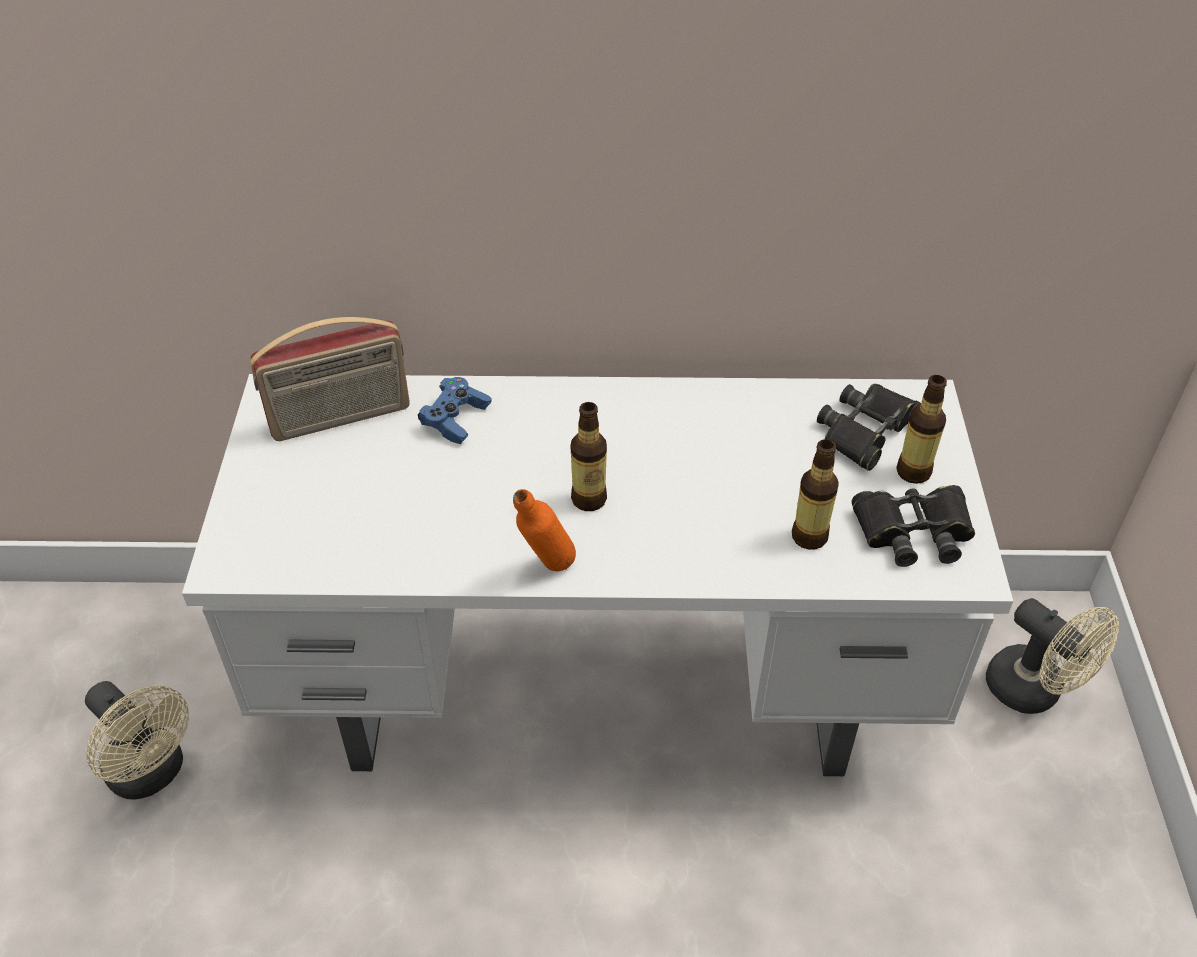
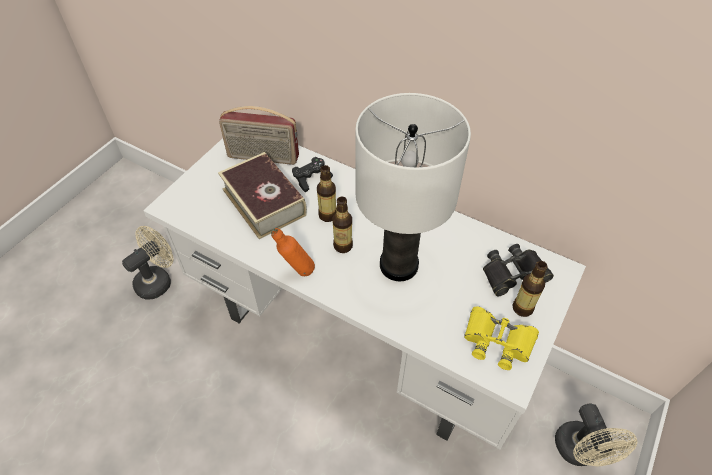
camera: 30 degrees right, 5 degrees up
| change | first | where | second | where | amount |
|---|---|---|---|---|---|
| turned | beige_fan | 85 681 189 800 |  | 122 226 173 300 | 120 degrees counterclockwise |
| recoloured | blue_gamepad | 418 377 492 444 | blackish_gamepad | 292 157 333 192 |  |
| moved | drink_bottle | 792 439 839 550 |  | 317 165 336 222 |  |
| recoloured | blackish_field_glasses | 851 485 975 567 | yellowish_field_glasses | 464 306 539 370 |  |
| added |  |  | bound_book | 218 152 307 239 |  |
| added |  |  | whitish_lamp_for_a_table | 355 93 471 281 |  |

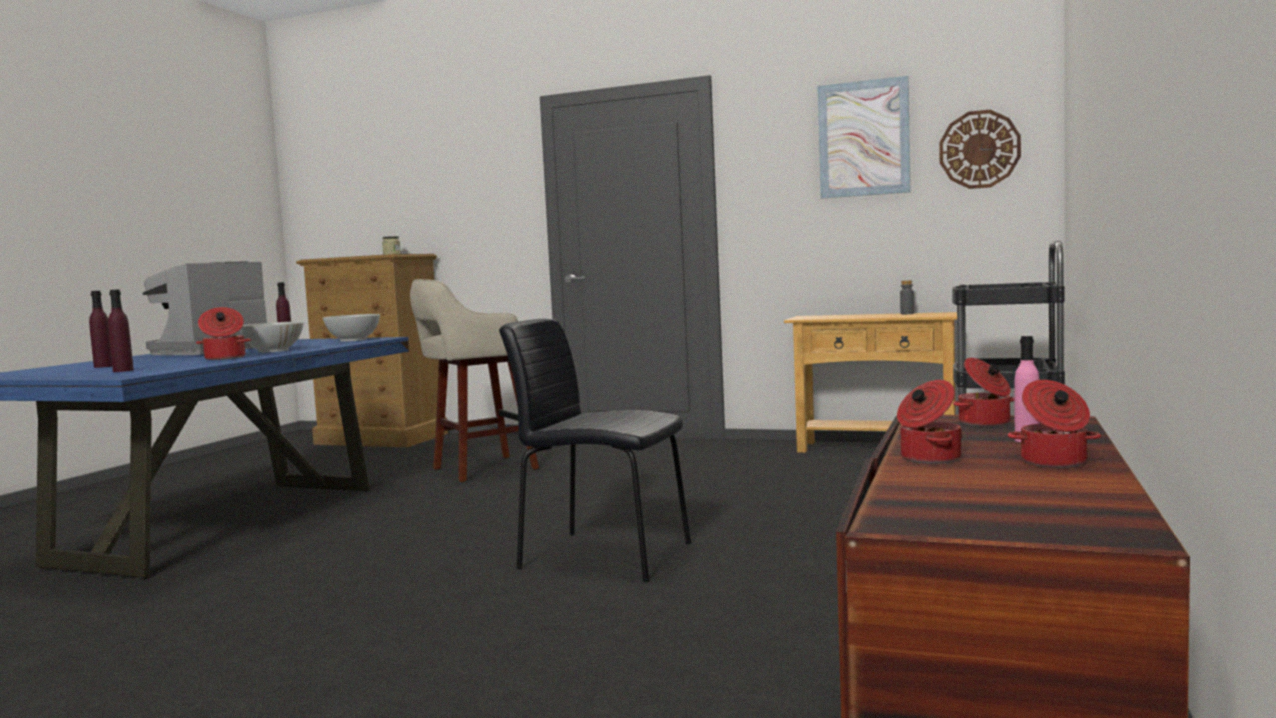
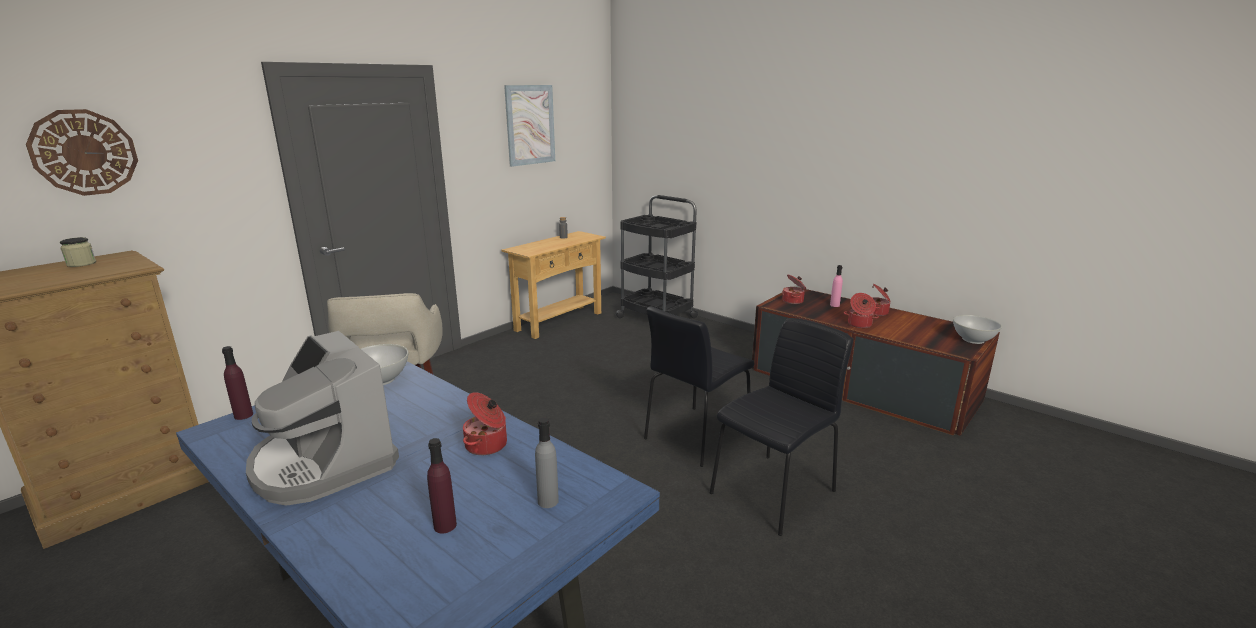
camera: 70 degrees left, 15 degrees up
| change | first | where | second | where | amount |
|---|---|---|---|---|---|
| recoloured | purple_drink_bottle | 108 290 134 372 | greyish_drink_bottle | 535 418 559 508 |  |
| moved | whitish_deep_dish | 239 321 304 353 |  | 953 315 1002 344 |  |
| moved | hanging_clock | 939 110 1021 189 |  | 26 109 138 196 |  |
| added |  |  | blackish_upright_chair | 709 318 853 536 |  |

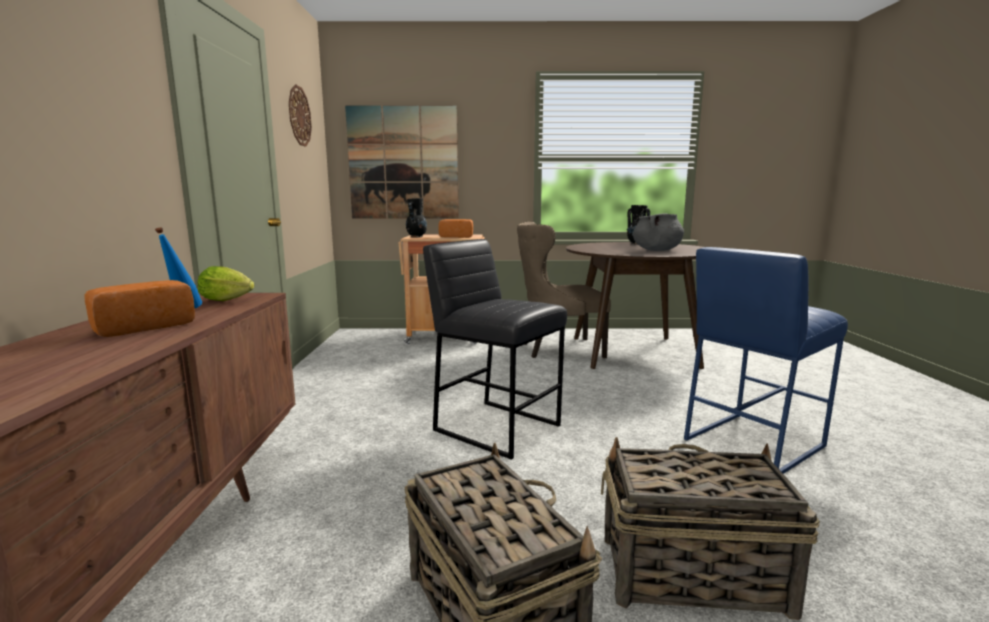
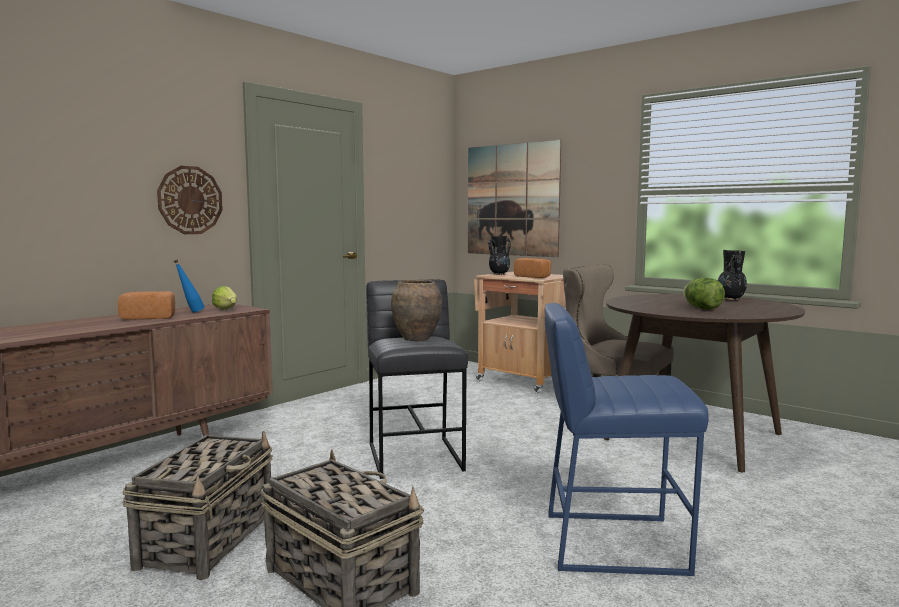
camera: 40 degrees right, 5 degrees down
| change | first | where | second | where | amount |
|---|---|---|---|---|---|
| moved | hanging_clock | 289 84 312 147 |  | 157 166 223 234 |  |
| replaced | greyish_stockpot | 633 213 684 251 | lettuce | 683 277 725 309 |  |
| added |  |  | brown-coloured_vase | 391 280 442 341 |  |

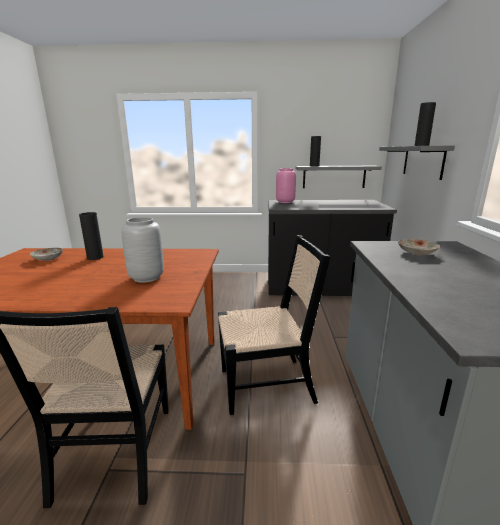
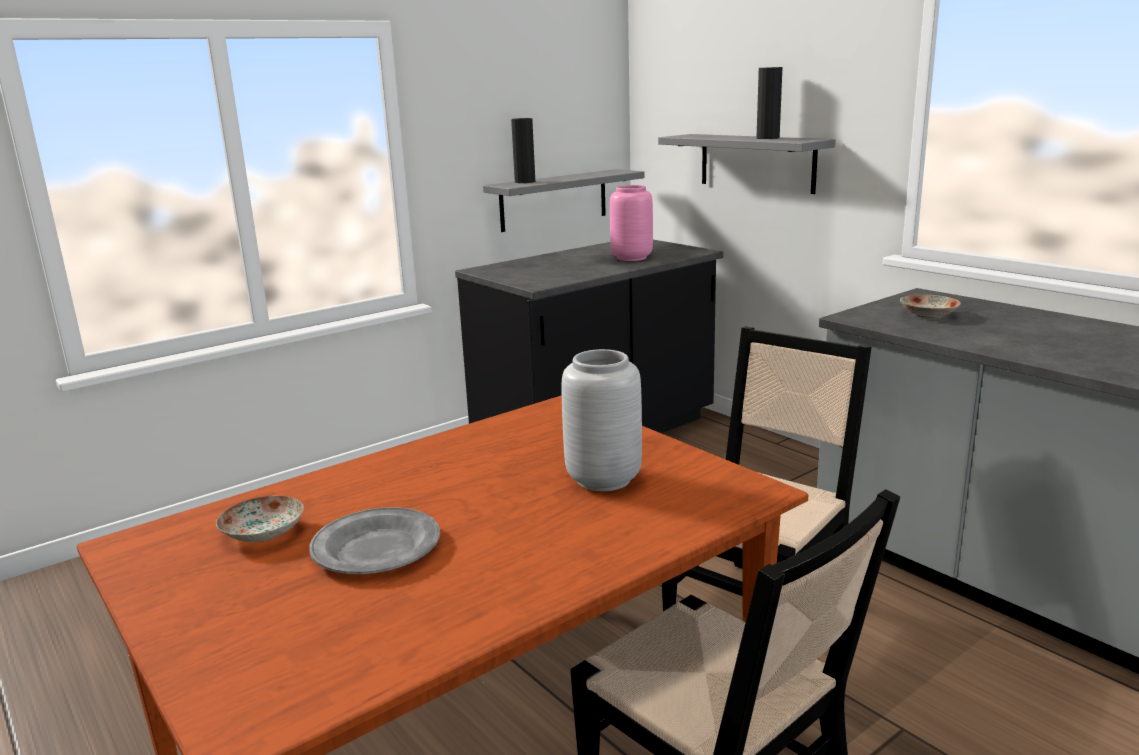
camera: 40 degrees left, 0 degrees up
| change | first | where | second | where | amount |
|---|---|---|---|---|---|
| removed | blackish_vase | 79 212 104 260 |  |  |  |
| moved | pinkish_vase | 276 168 296 203 |  | 610 185 653 261 |  |
| added |  |  | greyish_dinner_plate | 309 507 440 574 |  |

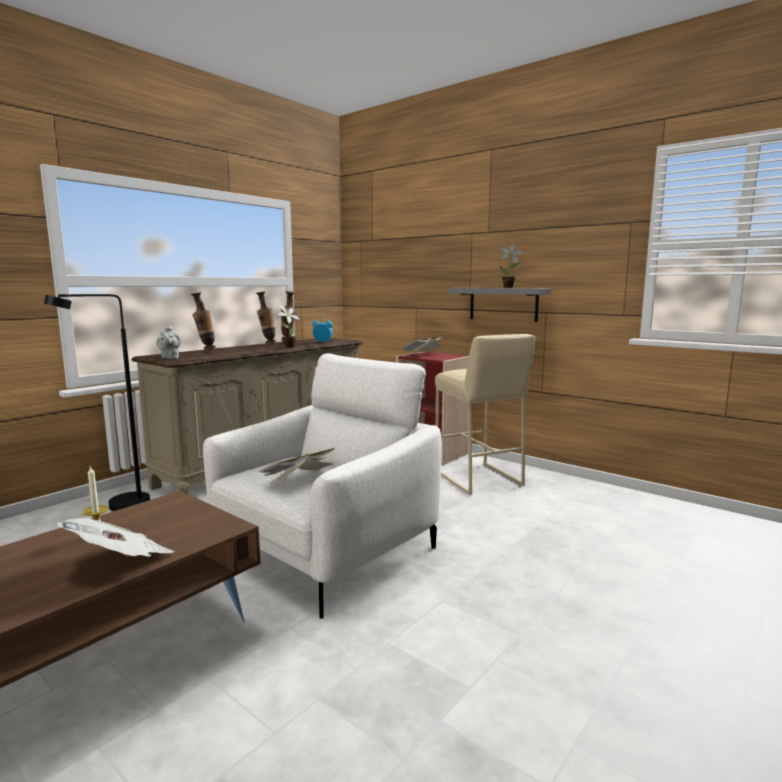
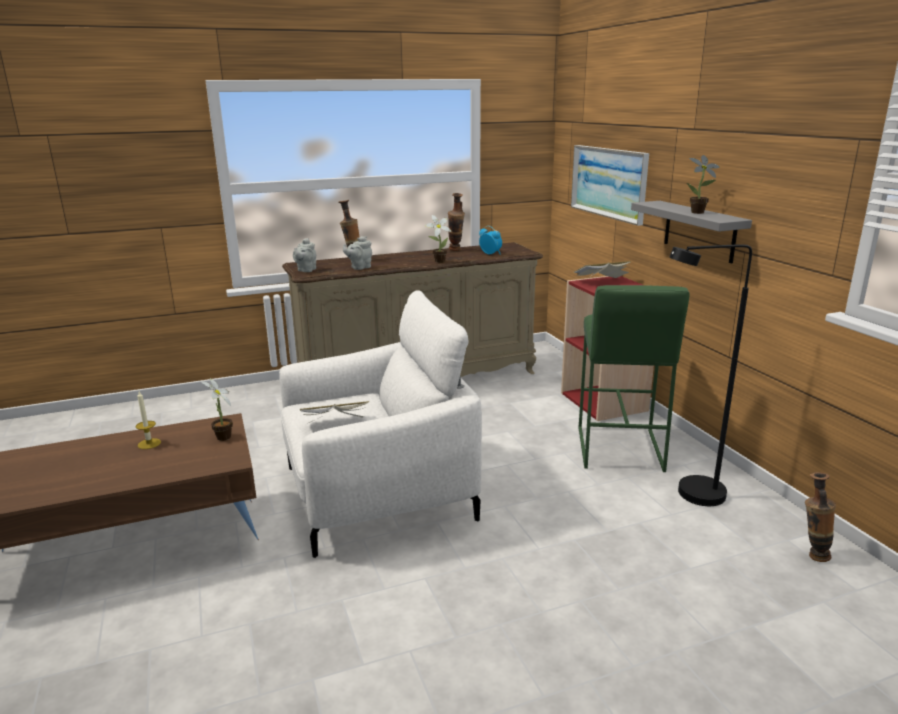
camera: 30 degrees right, 10 degrees up
| change | first | where | second | where | amount |
|---|---|---|---|---|---|
| moved | blackish_floor_lamp | 44 294 150 511 |  | 670 244 752 506 |  |
| removed | printed_paper | 55 518 174 557 |  |  |  |
| moved | vase | 256 292 277 345 |  | 805 472 836 562 |  |
| recoloured | beige_stool | 435 334 535 495 | green-coloured_stool | 579 285 690 472 |  |
| added |  |  | plant_in_a_pot | 201 378 233 441 |  |
| added |  |  | greyish_tea_pot | 343 236 372 270 |  |
| added |  |  | wall_art | 571 145 649 226 |  |

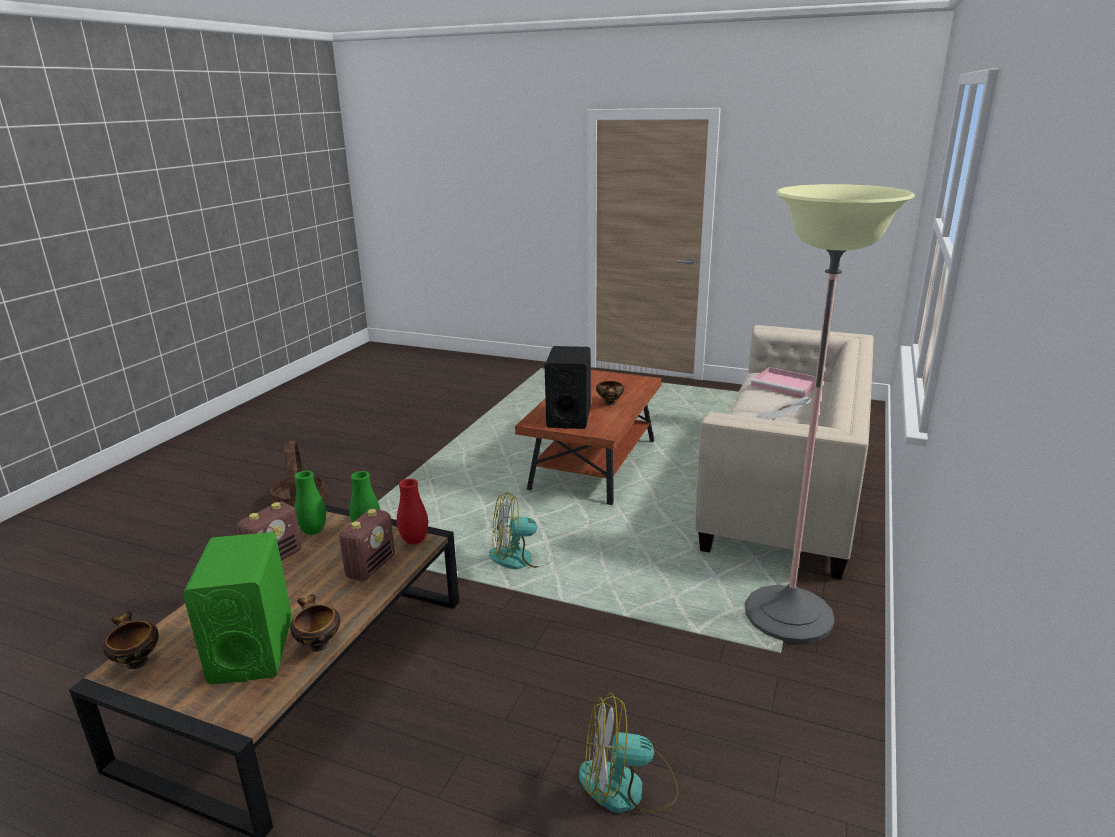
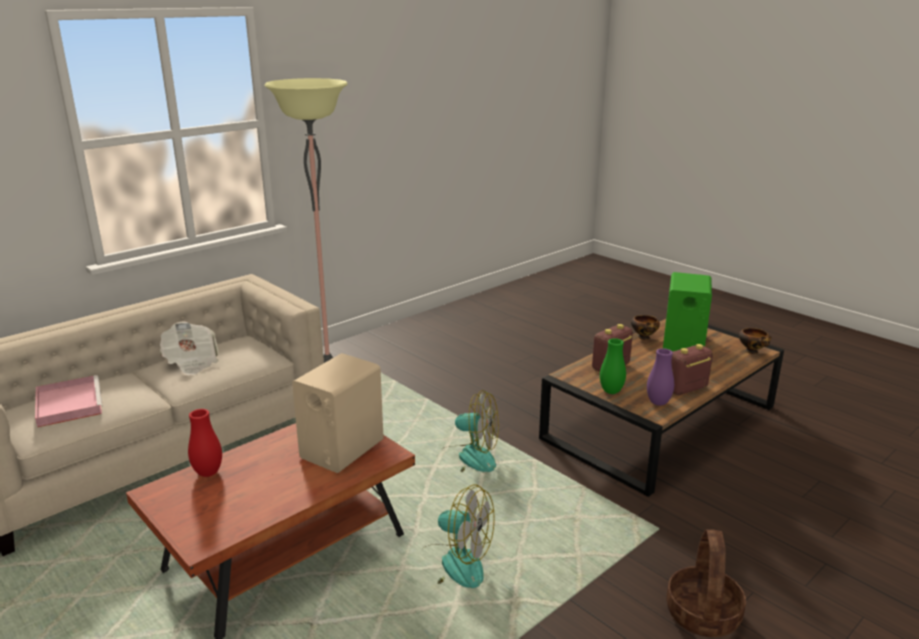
camera: 155 degrees left, 0 degrees up
| change | first | where | second | where | amount |
|---|---|---|---|---|---|
| recoloured | green-coloured_vase | 294 471 326 535 | purple_vase | 647 348 674 406 |  |
| moved | red-coloured_vase | 397 479 428 545 |  | 188 409 222 477 |  |
| recoloured | blackish_speaker | 545 346 591 429 | beige_speaker | 292 353 384 473 |  |
| moved | fan | 579 693 678 813 |  | 425 485 495 588 |  |
| removed | deep_dish | 596 381 624 405 |  |  |  |

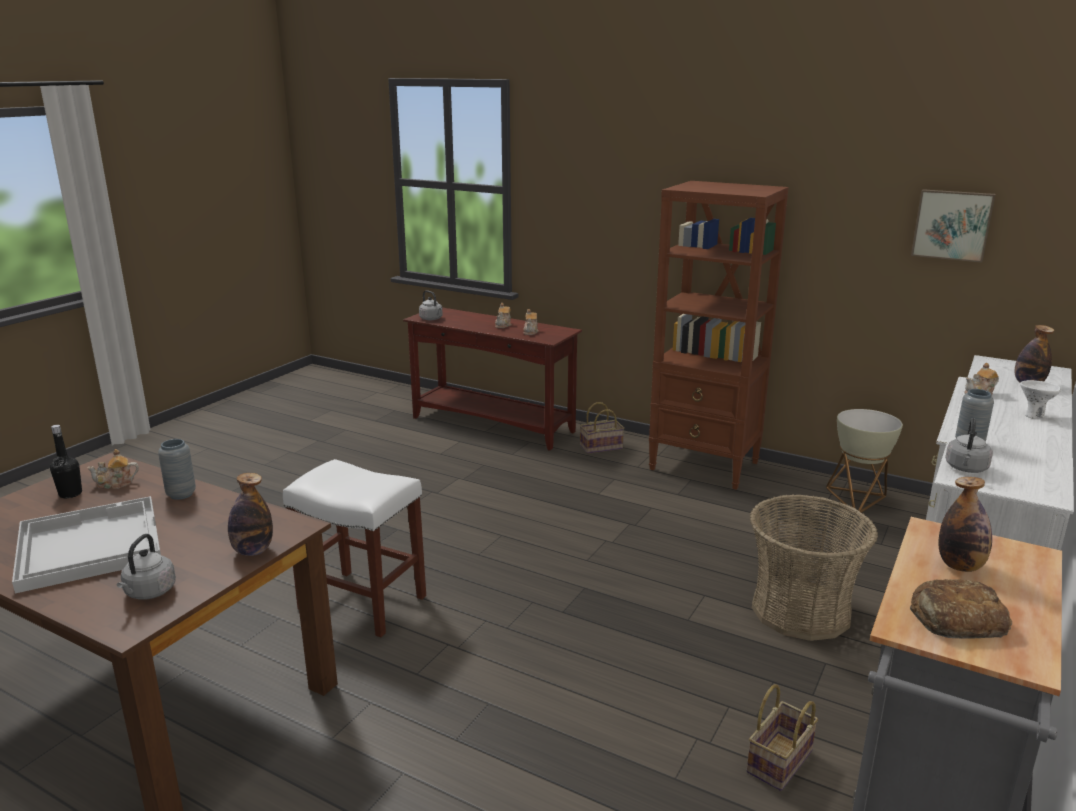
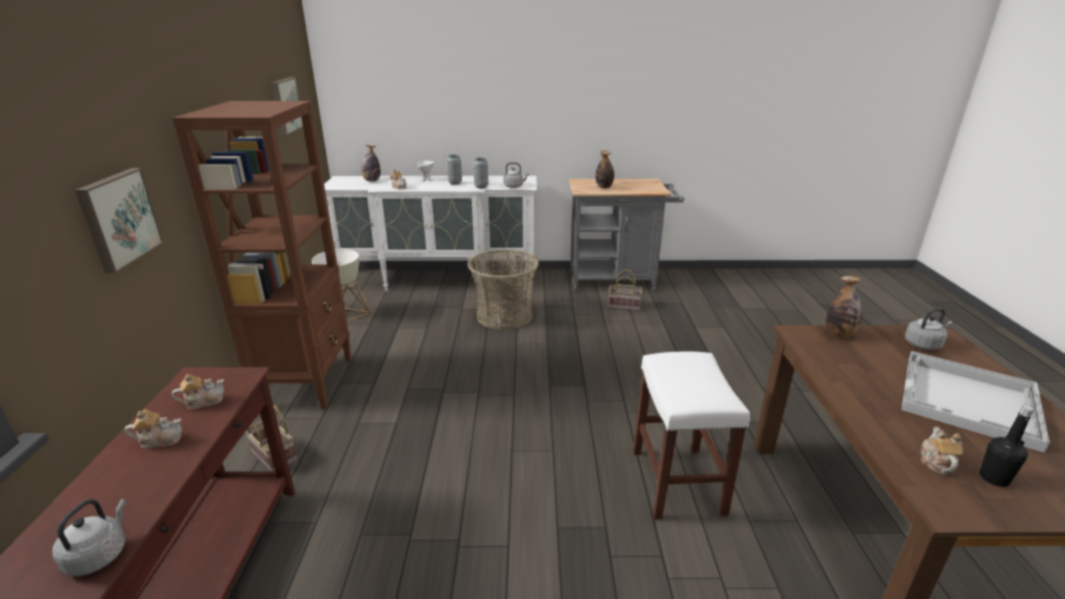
camera: 120 degrees left, 5 degrees up
| change | first | where | second | where | amount |
|---|---|---|---|---|---|
| turned | tea_pot | 87 449 139 489 |  | 921 427 964 475 | 120 degrees counterclockwise |
| moved | greyish_vase | 158 439 196 500 |  | 447 155 462 185 |  |
| removed | bakery_bread | 910 579 1012 639 |  |  |  |
| added |  |  | wall_art | 75 168 165 273 |  |

